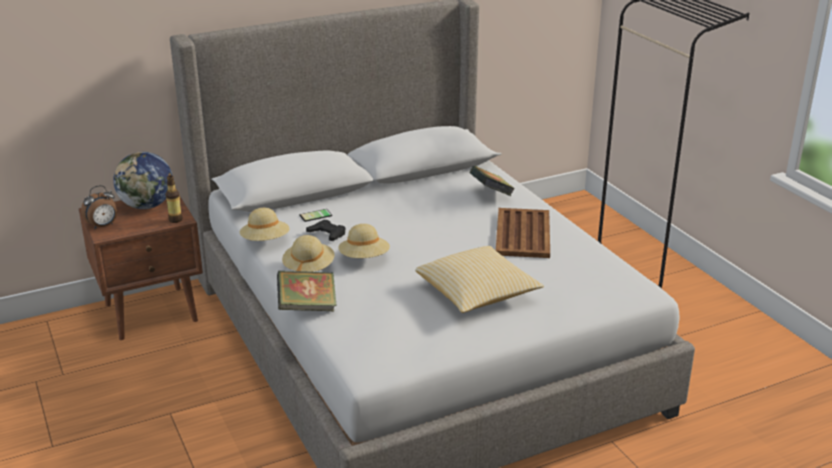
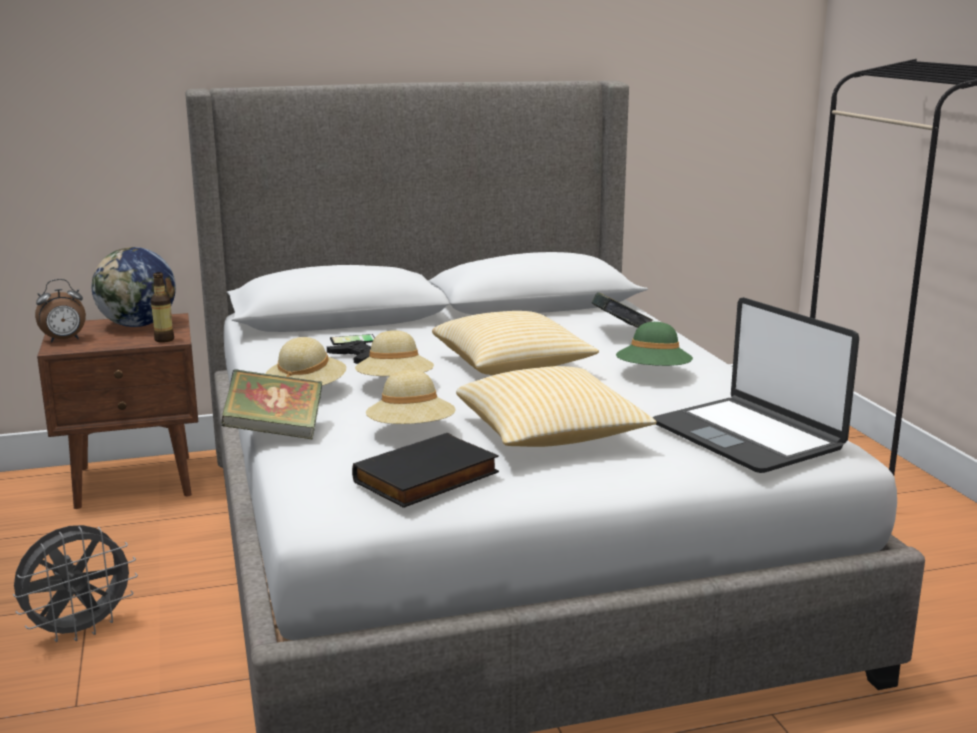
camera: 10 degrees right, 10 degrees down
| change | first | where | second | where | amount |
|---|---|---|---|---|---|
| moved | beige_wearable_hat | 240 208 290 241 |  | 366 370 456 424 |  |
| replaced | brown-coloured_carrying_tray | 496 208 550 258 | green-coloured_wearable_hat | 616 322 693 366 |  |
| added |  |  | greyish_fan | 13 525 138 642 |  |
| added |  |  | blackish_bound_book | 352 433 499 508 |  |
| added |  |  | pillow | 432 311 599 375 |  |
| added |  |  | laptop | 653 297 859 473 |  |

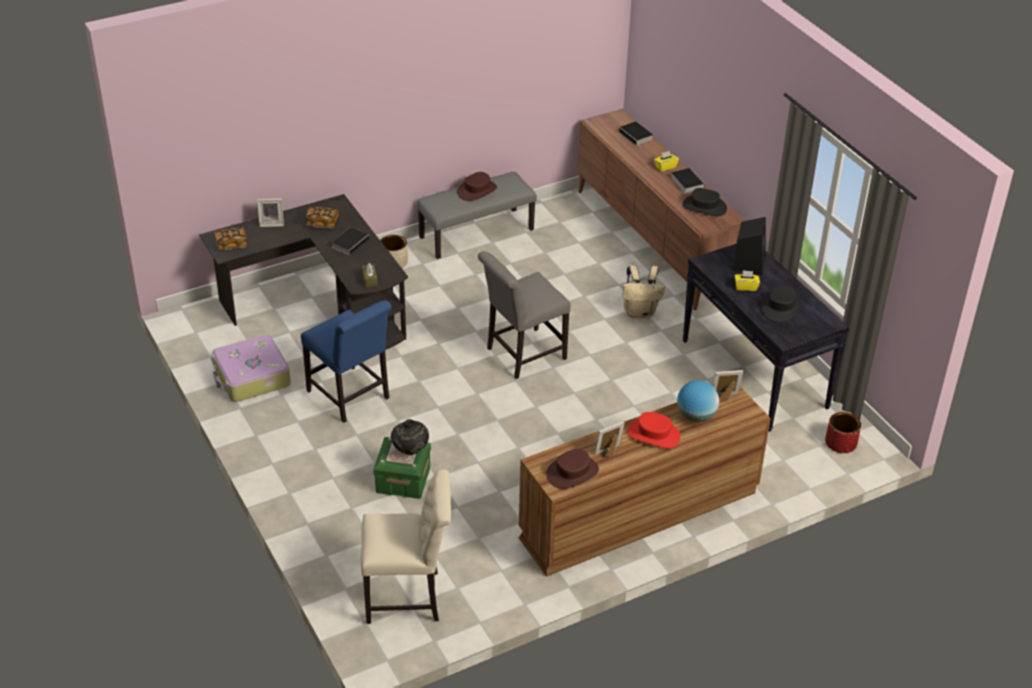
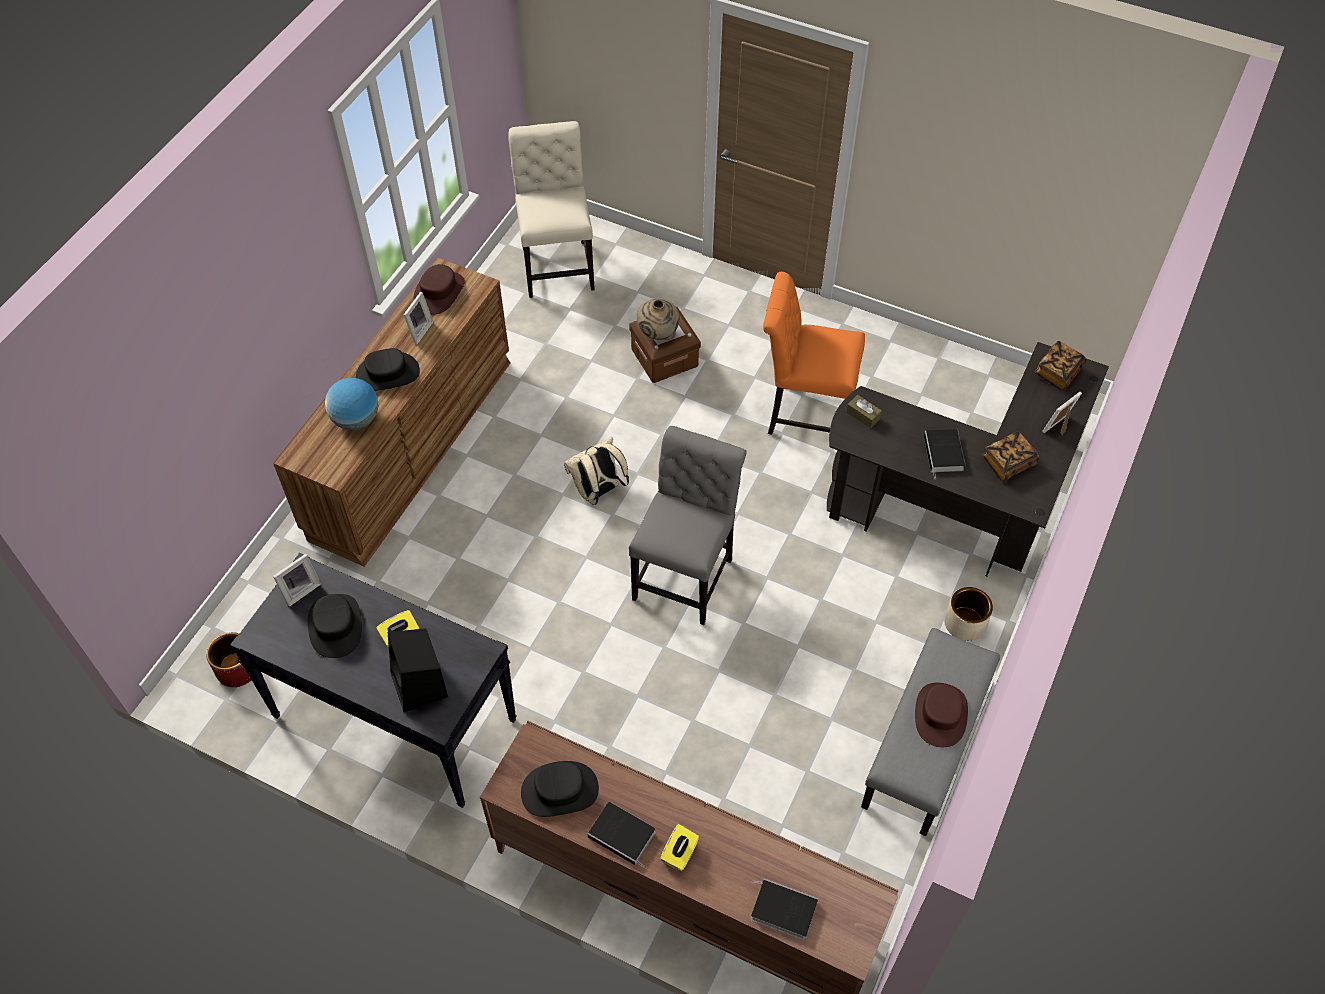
camera: 145 degrees right, 15 degrees up
| change | first | where | second | where | amount |
|---|---|---|---|---|---|
| removed | travel_case | 211 335 291 402 |  |  |  |
| recoloured | blue_upright_chair | 301 300 392 423 | orange_upright_chair | 763 272 865 435 |  |
| turned | beige_upright_chair | 361 469 451 624 |  | 508 121 595 298 | 120 degrees clockwise |
| recoloured | green-coloured_storage_container | 373 437 431 499 | brown-coloured_storage_container | 629 306 701 383 |  |
| recoloured | blackish_vase | 391 419 429 455 | beige_vase | 637 299 680 340 |  |
| moved | beige_rucksack | 622 265 665 318 |  | 564 437 629 505 |  |
| recoloured | red-coloured_wearable_hat | 627 412 680 448 | blackish_wearable_hat | 356 348 420 391 |  |
| moved | picture_frame | 713 370 743 402 |  | 273 554 321 607 |  |

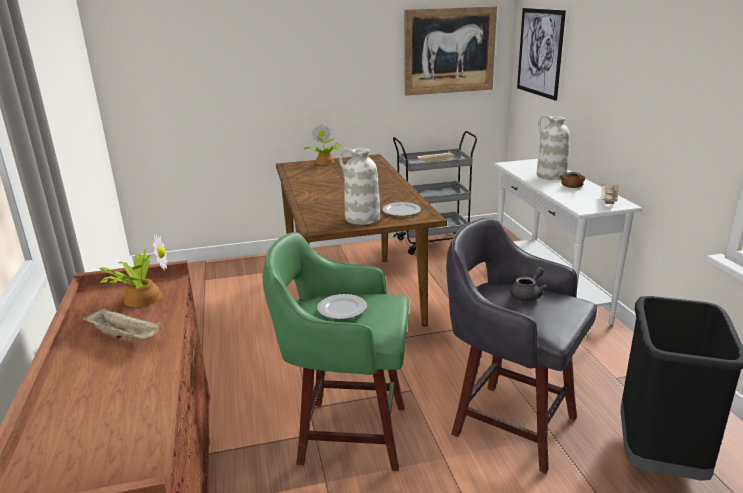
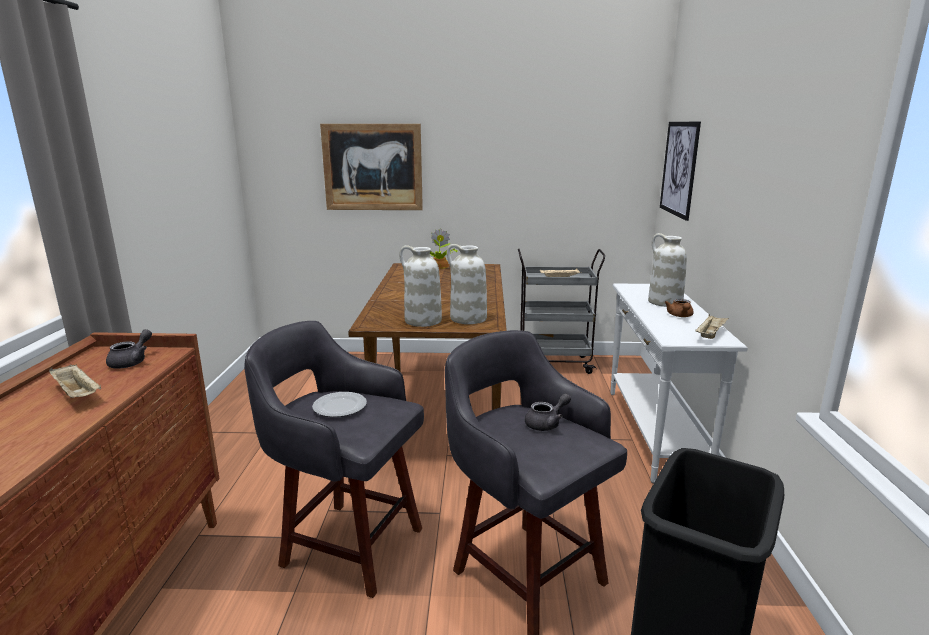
camera: 15 degrees right, 5 degrees down
| change | first | where | second | where | amount |
|---|---|---|---|---|---|
| replaced | plant_in_a_pot | 99 234 168 307 | greyish_tea_pot | 106 329 152 369 |  |
| recoloured | green-coloured_stool | 263 232 409 471 | greyish_stool | 244 321 424 598 |  |
| replaced | dinner_plate | 382 202 421 216 | whitish_vase | 447 244 487 324 |  |
| moved | wall_art | 404 6 497 96 |  | 320 124 423 210 |  |

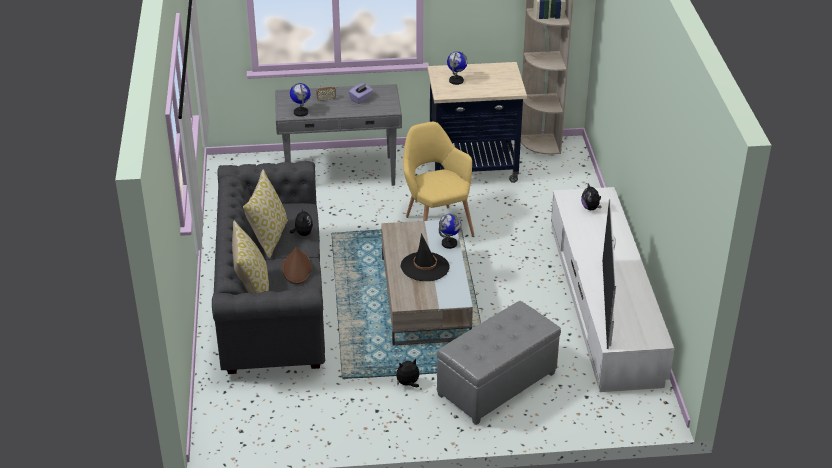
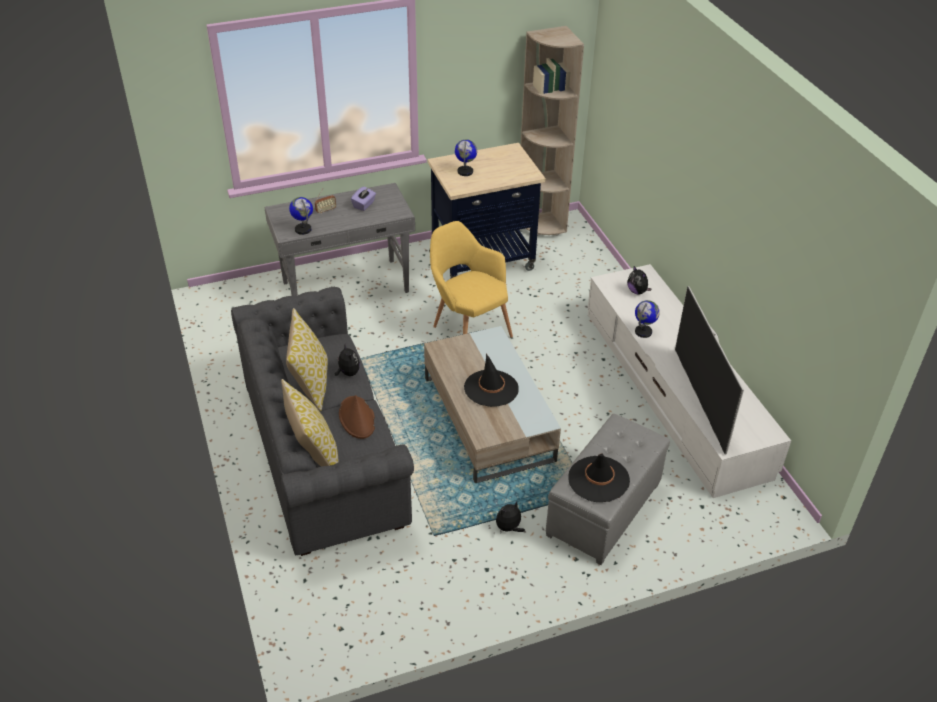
camera: 15 degrees left, 5 degrees up
| change | first | where | second | where | amount |
|---|---|---|---|---|---|
| moved | globe | 439 214 461 249 |  | 635 300 660 338 |  |
| added |  |  | blackish_wearable_hat | 568 453 630 502 |  |

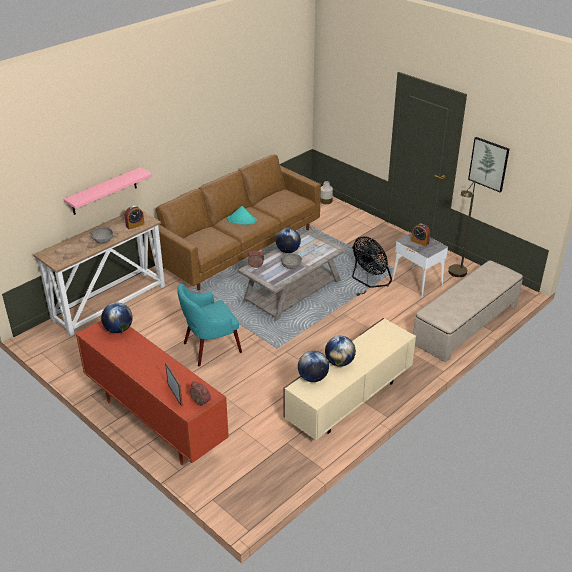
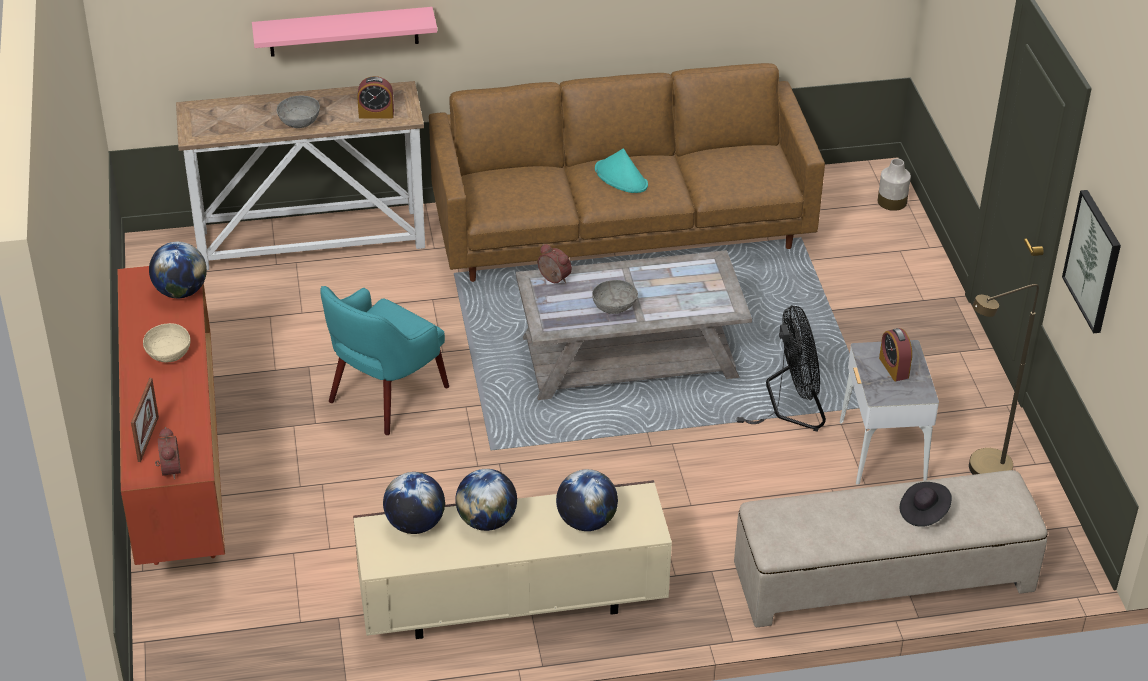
camera: 35 degrees right, 5 degrees up
| change | first | where | second | where | amount |
|---|---|---|---|---|---|
| turned | turquoise-coloured_easy_chair | 177 283 242 366 |  | 320 286 449 435 | 60 degrees counterclockwise |
| moved | globe | 276 228 301 253 |  | 556 469 618 531 |  |
| added |  |  | beige_deep_dish | 143 323 190 362 |  |
| added |  |  | blackish_wearable_hat | 900 482 952 527 |  |

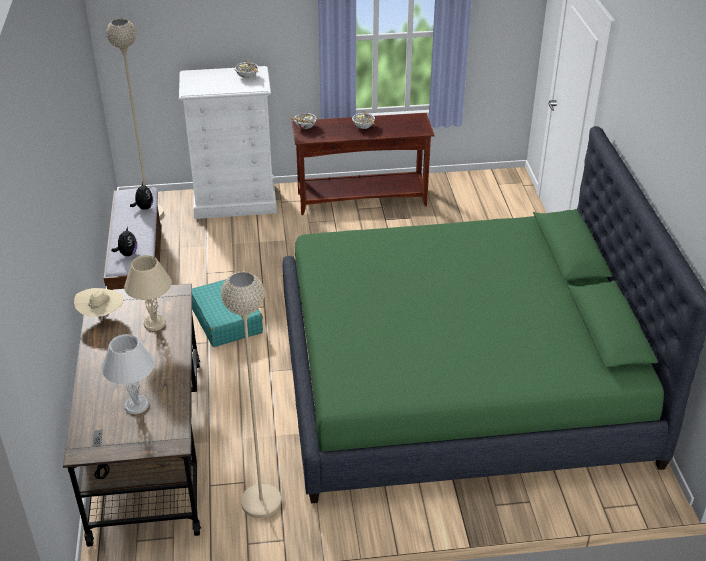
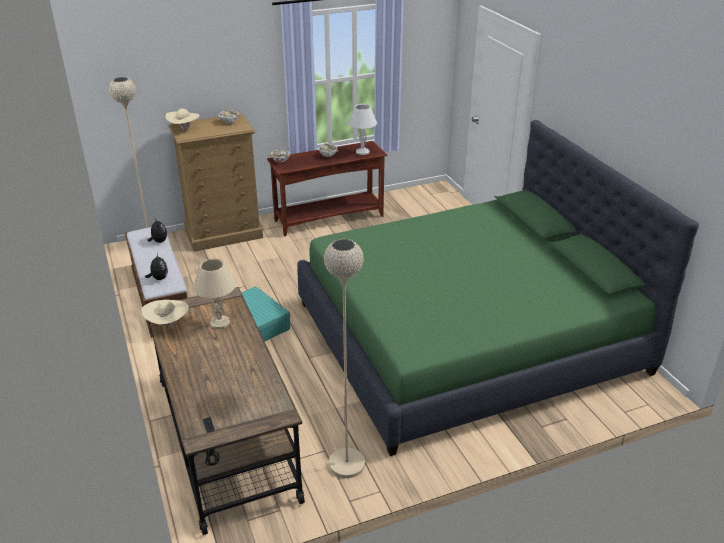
camera: 15 degrees left, 5 degrees down
| change | first | where | second | where | amount |
|---|---|---|---|---|---|
| moved | whitish_lamp_for_a_table | 102 334 154 414 |  | 348 104 377 155 |  |
| recoloured | whitish_drawer_chest | 179 66 277 219 | brown-coloured_drawer_chest | 169 114 263 252 |  |
| added |  |  | beige_wearable_hat | 166 109 199 131 |  |

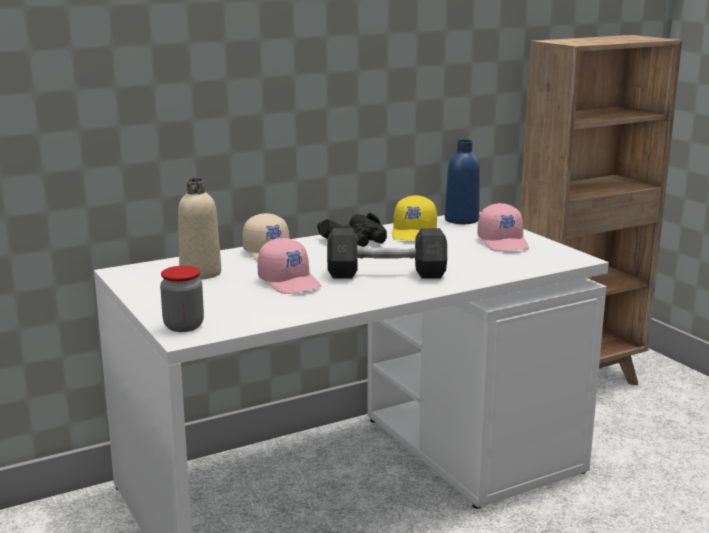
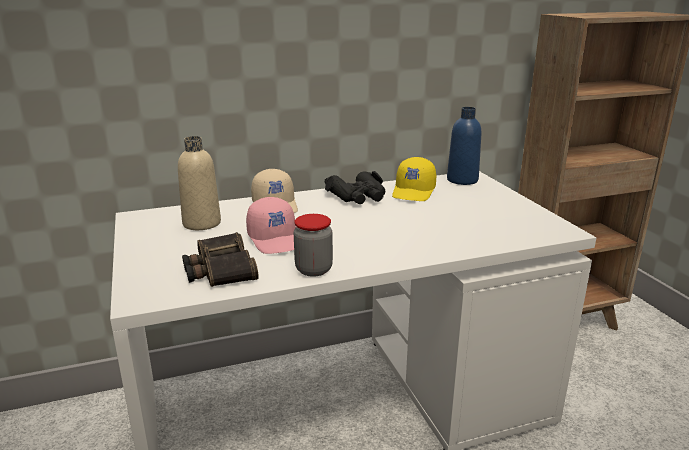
camera: 10 degrees right, 5 degrees up
| change | first | where | second | where | amount |
|---|---|---|---|---|---|
| moved | storage_jar | 160 266 204 332 |  | 294 214 333 277 |  |
| removed | greyish_dumbbell | 327 228 447 278 |  |  |  |
| removed | pinkish_baseball_cap | 477 203 529 251 |  |  |  |
| added |  |  | field_glasses | 182 232 259 287 |  |

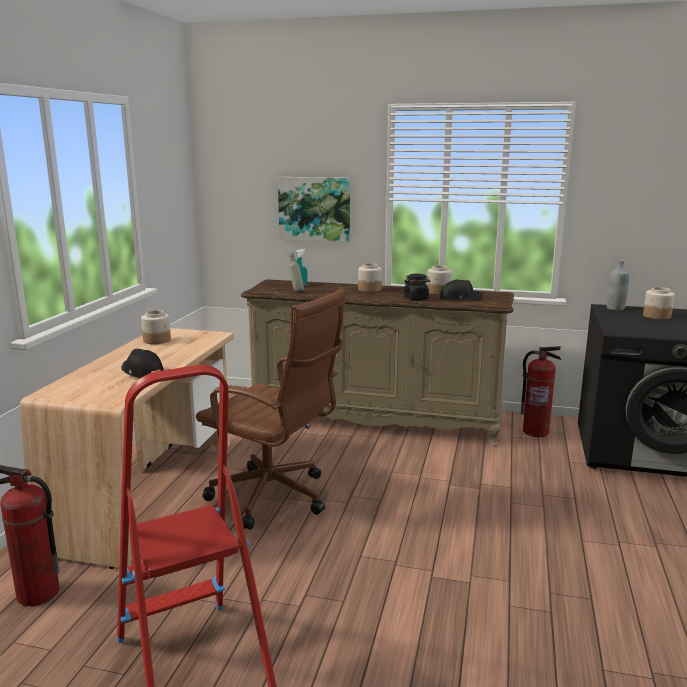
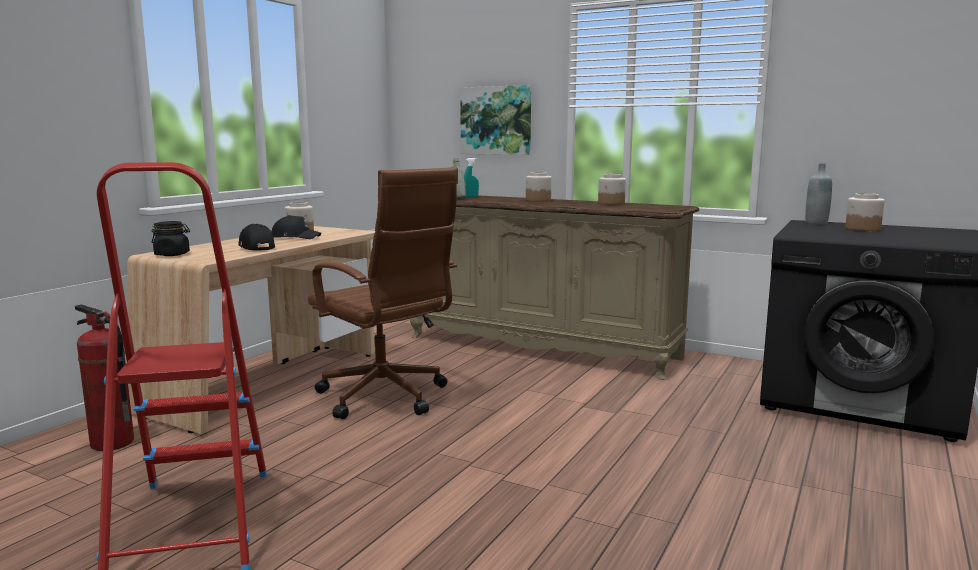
camera: 15 degrees right, 5 degrees down
| change | first | where | second | where | amount |
|---|---|---|---|---|---|
| moved | blackish_storage_jar | 403 274 430 300 |  | 152 221 190 256 |  |
| moved | blackish_baseball_cap | 440 279 484 300 |  | 272 215 322 239 |  |
| removed | fire_extinguisher | 521 346 561 437 |  |  |  |

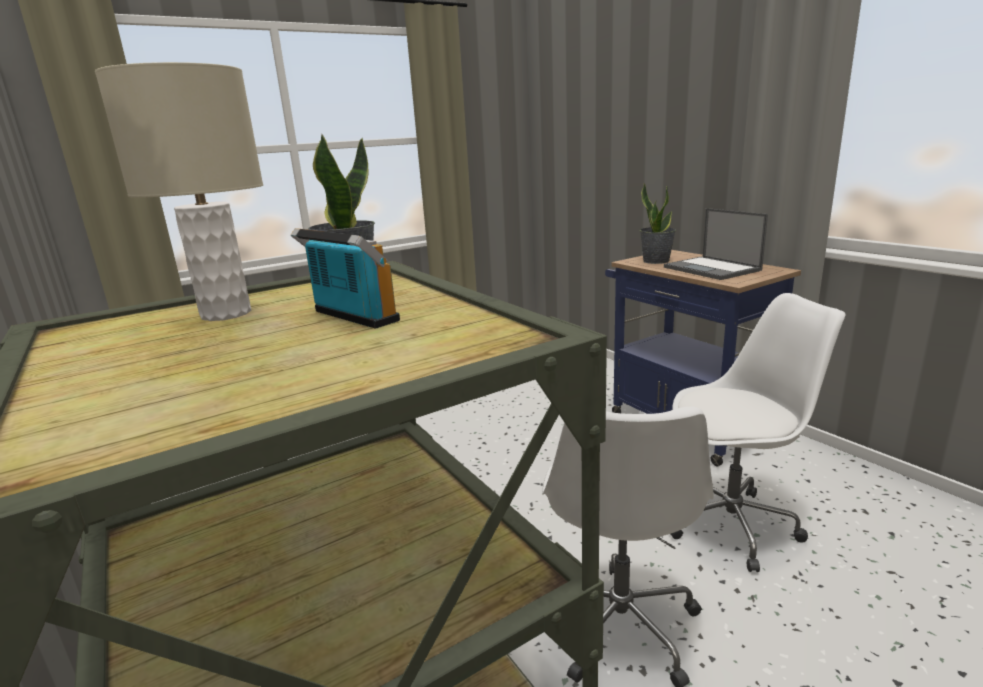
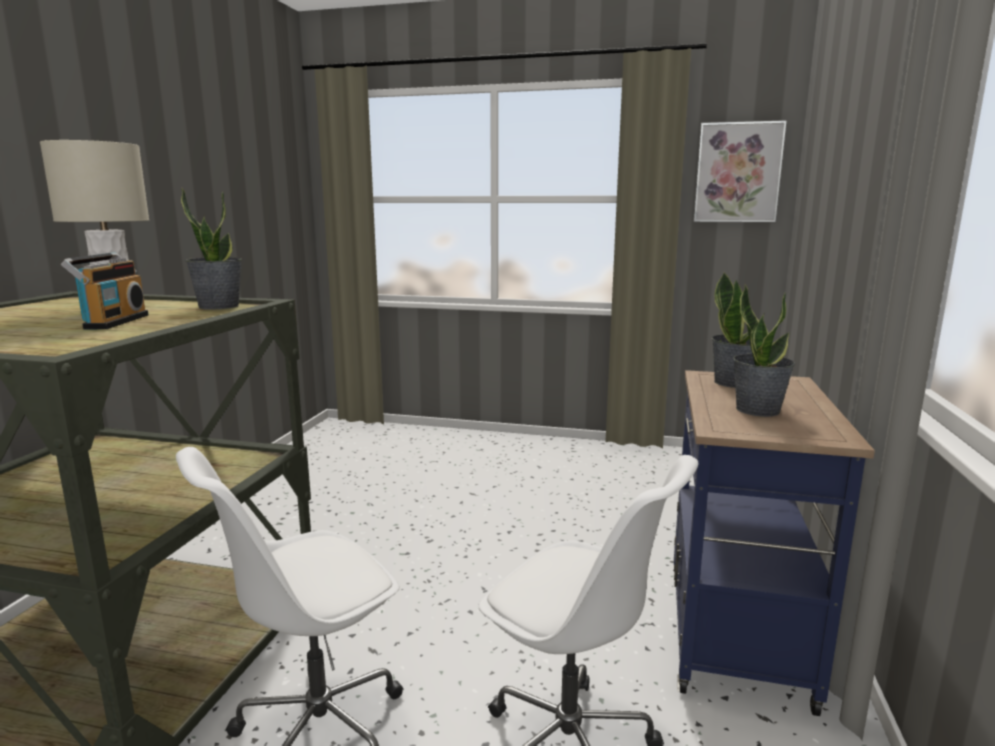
camera: 45 degrees right, 5 degrees down
| change | first | where | second | where | amount |
|---|---|---|---|---|---|
| replaced | laptop | 664 208 768 280 | plant_in_a_pot | 733 284 795 417 |  |
| added |  |  | wall_art | 694 120 787 222 |  |

